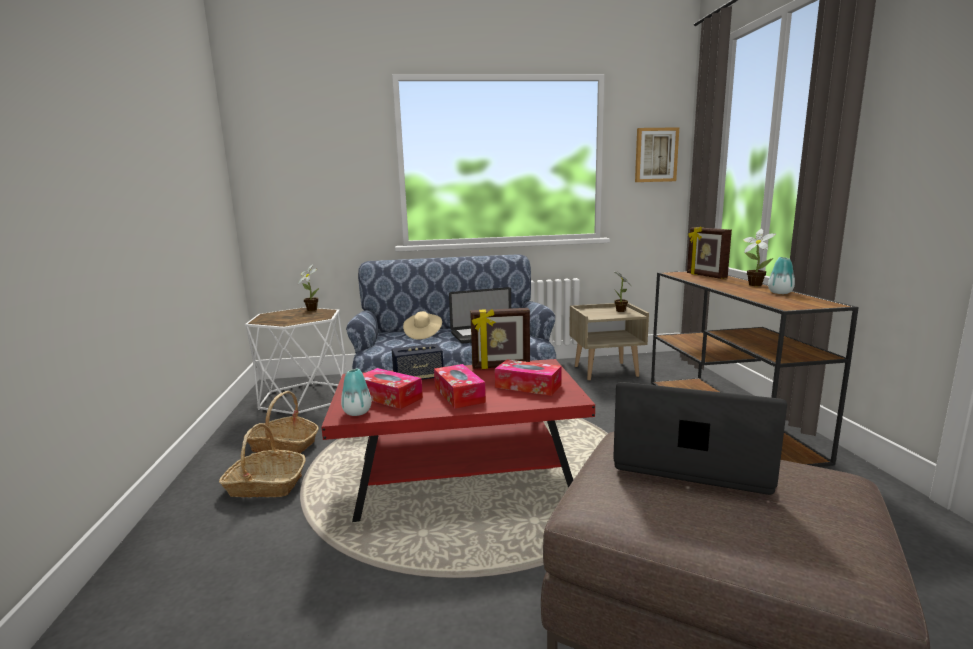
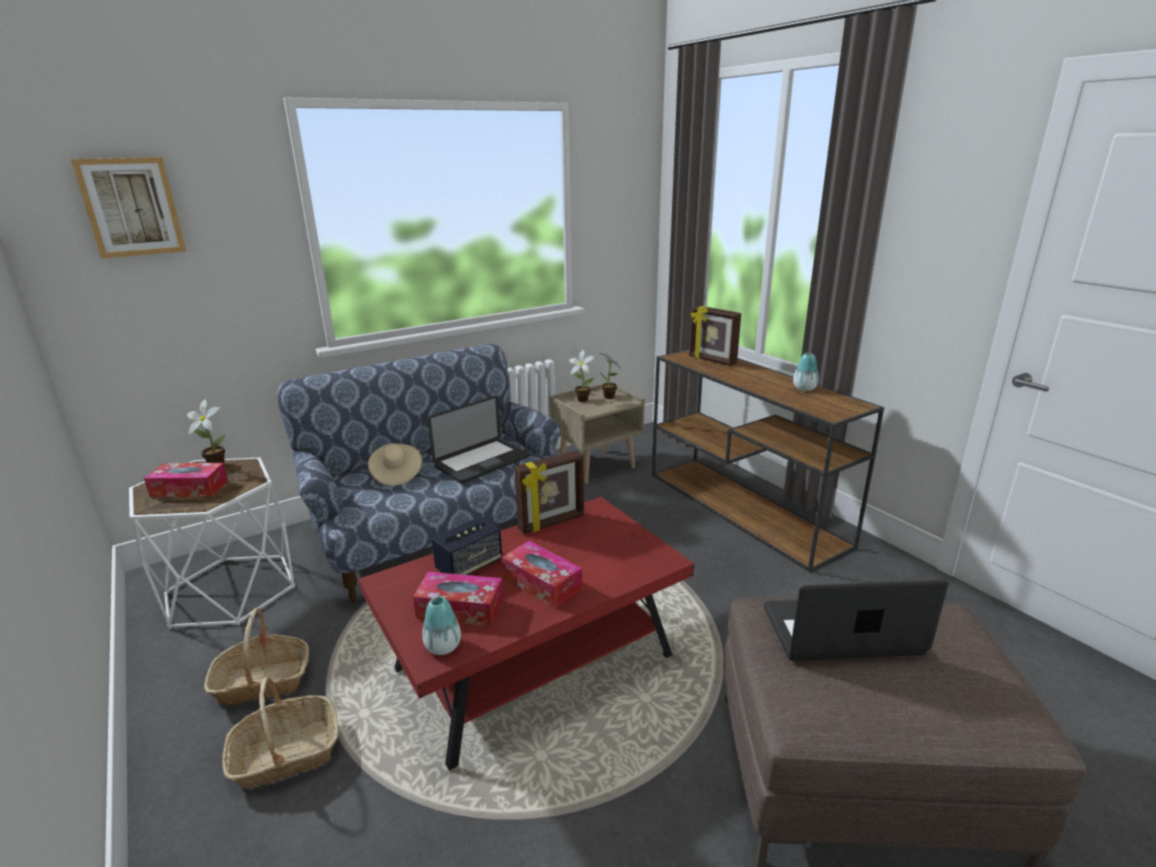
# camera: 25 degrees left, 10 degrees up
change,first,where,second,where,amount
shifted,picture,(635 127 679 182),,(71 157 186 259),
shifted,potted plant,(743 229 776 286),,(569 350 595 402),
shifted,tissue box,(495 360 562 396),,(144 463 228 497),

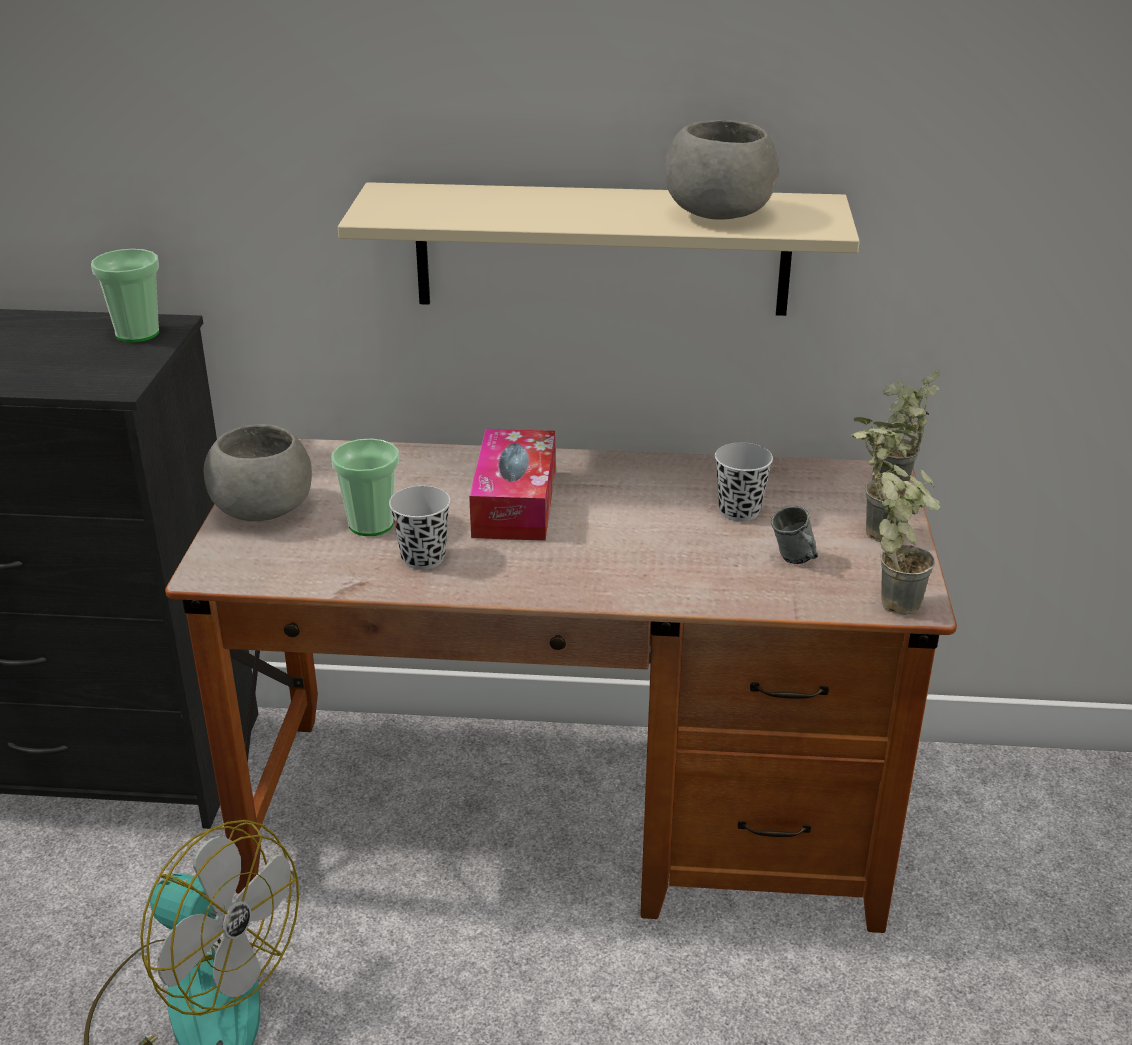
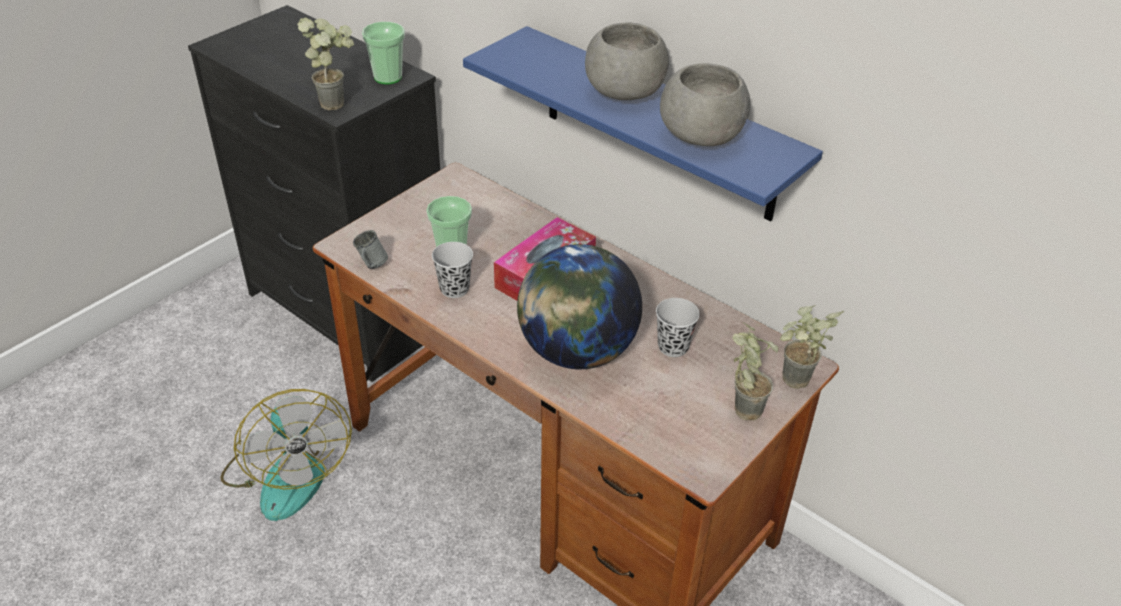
# camera: 35 degrees right, 10 degrees up
change,first,where,second,where,amount
repainted,beige shelf,(338 182 860 316),blue shelf,(463 26 823 221),
shifted,grey bowl,(203 424 312 521),,(585 23 669 100),
shifted,potted plant,(879 470 941 615),,(297 18 354 111),
shifted,grey mug,(771 505 818 564),,(353 230 388 269),
new,,,globe,(517 244 642 369),

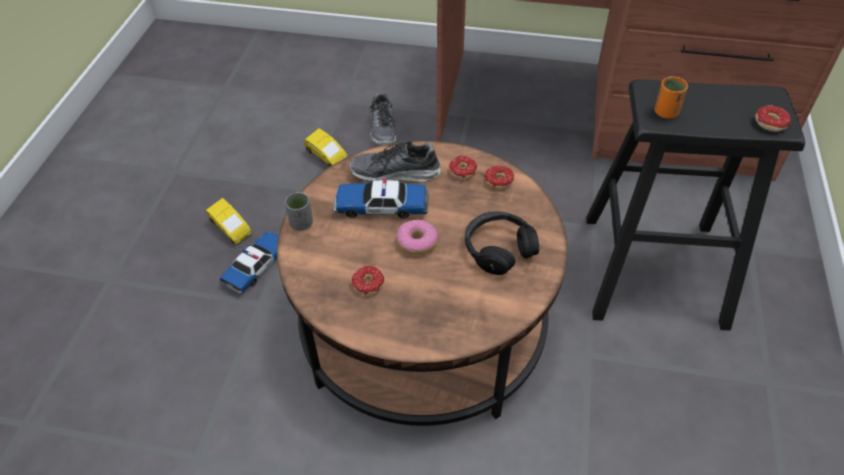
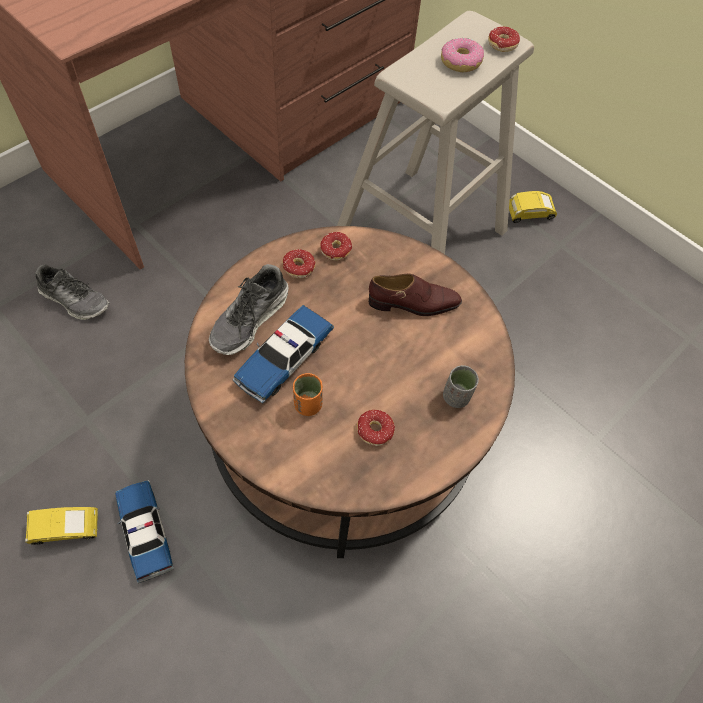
# camera: 60 degrees left, 10 degrees up
change,first,where,second,where,amount
shifted,orange cup,(654 77 688 119),,(293 373 323 416),
repainted,black stool,(586 79 805 331),beige stool,(337 11 534 254),
shifted,yellow toy car,(304 128 348 167),,(509 191 557 223),
shifted,grey cup,(285 192 313 231),,(443 365 479 408),
swapped,black headphones,(465 211 539 275),brown shoe,(369 274 462 316),
shifted,donut,(397 220 439 255),,(441 38 484 72),

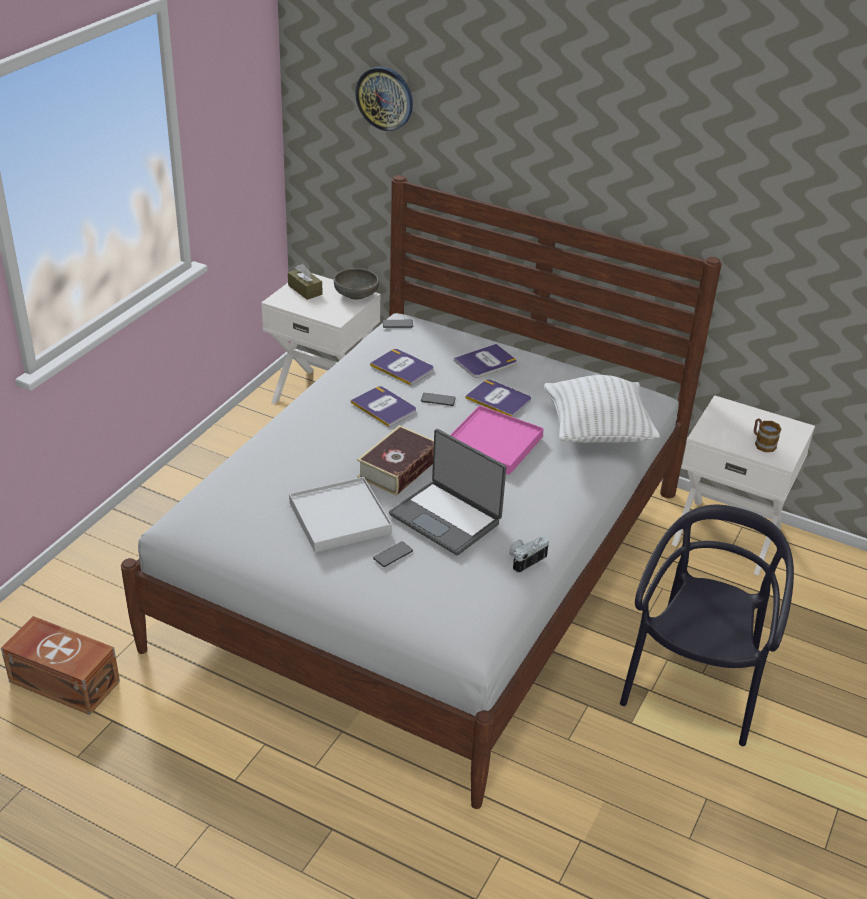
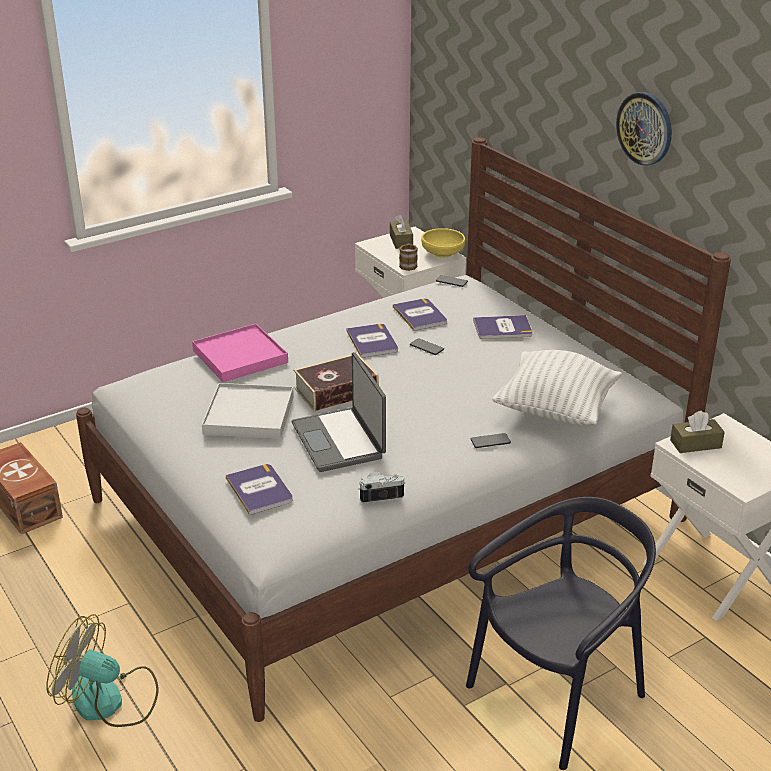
# camera: 30 degrees right, 5 degrees down
change,first,where,second,where,amount
shifted,wall clock,(355 67 413 131),,(616 92 672 166),
repainted,grey bowl,(334 268 379 300),yellow bowl,(421 228 465 258),
shifted,book,(466 379 531 417),,(226 464 293 515),
shifted,pink tray,(450 405 544 475),,(192 324 288 382),
shifted,mug,(754 418 781 452),,(399 243 418 271),
shifted,phone,(373 541 413 567),,(471 433 511 448),
new,,,brown tissue box,(670 411 725 453),
new,,,fan,(46 614 159 727),

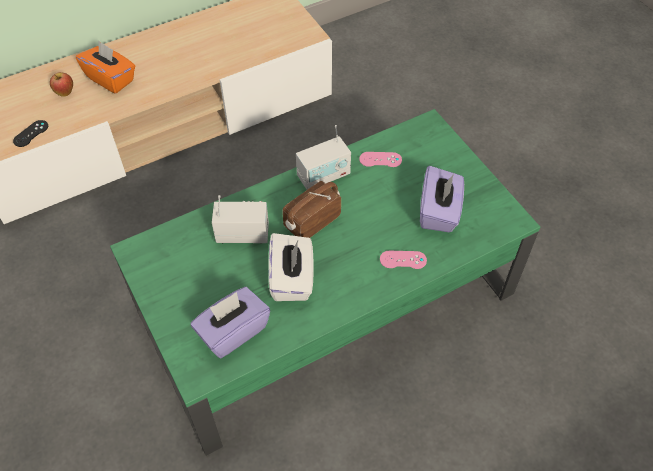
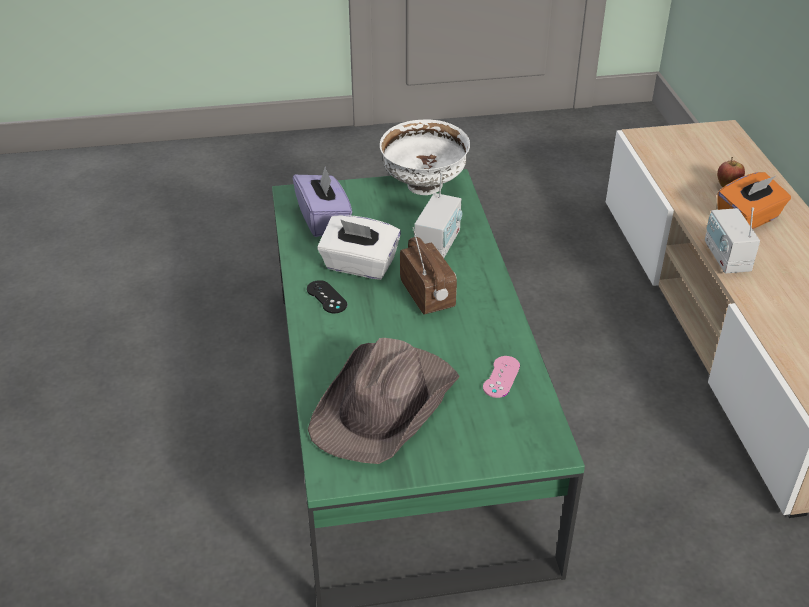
# camera: 110 degrees right, 15 degrees down
change,first,where,second,where,amount
shifted,black game controller,(13 120 48 147),,(307 280 347 313),
shifted,radio,(296 125 351 190),,(705 207 760 273),
swapped,purple tissue box,(420 166 464 232),brown hat,(308 338 460 464),
gone,pink game controller,(380 251 427 269),,,
new,,,white bowl,(380 120 470 195),

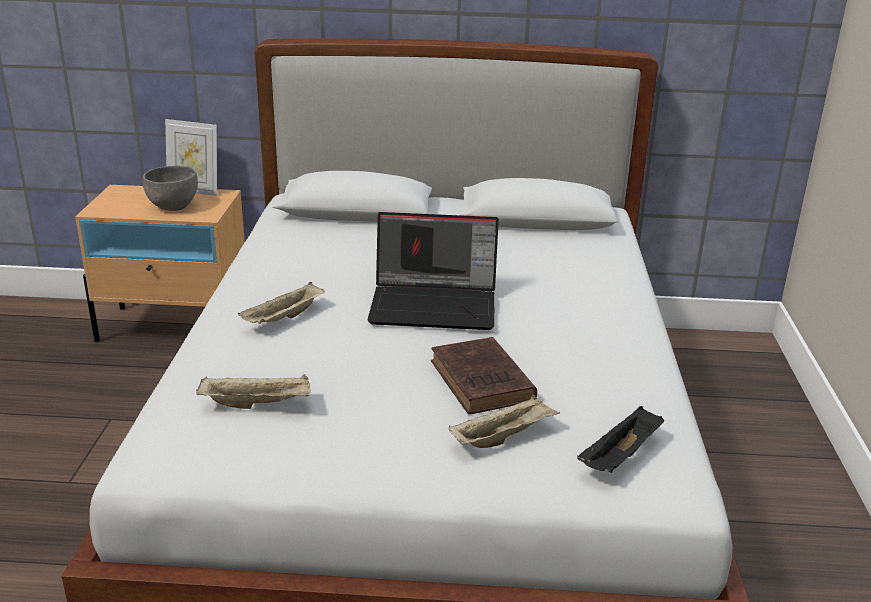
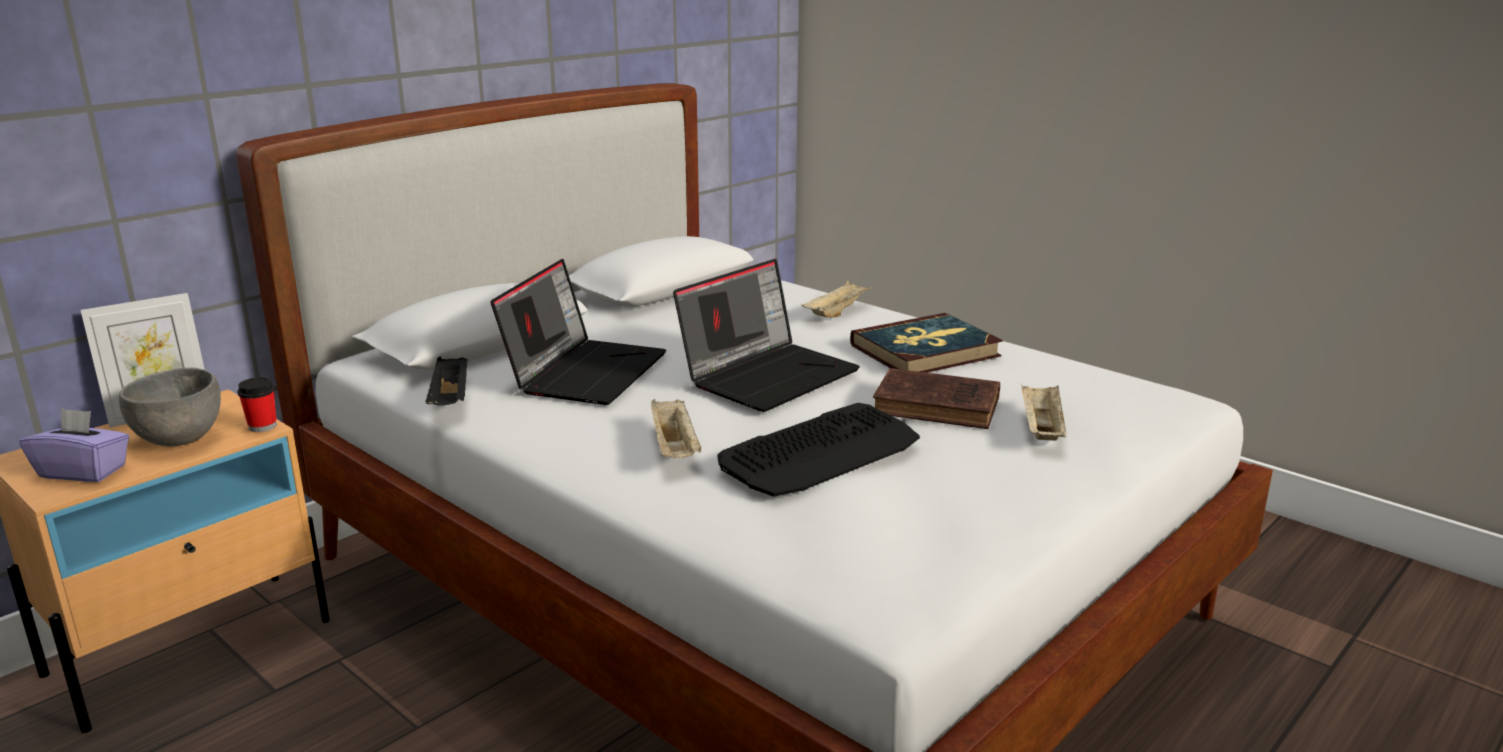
# camera: 50 degrees left, 5 degrees down
change,first,where,second,where,amount
shifted,beige tray,(196 374 311 409),,(801 281 874 318),
shifted,black tray,(577 406 665 473),,(426 357 468 405),
new,,,laptop,(491 259 666 405),
new,,,book,(850 313 1003 373),
new,,,cup,(237 377 277 432),
new,,,keyboard,(717 403 920 497),
new,,,purple tissue box,(19 408 129 482),

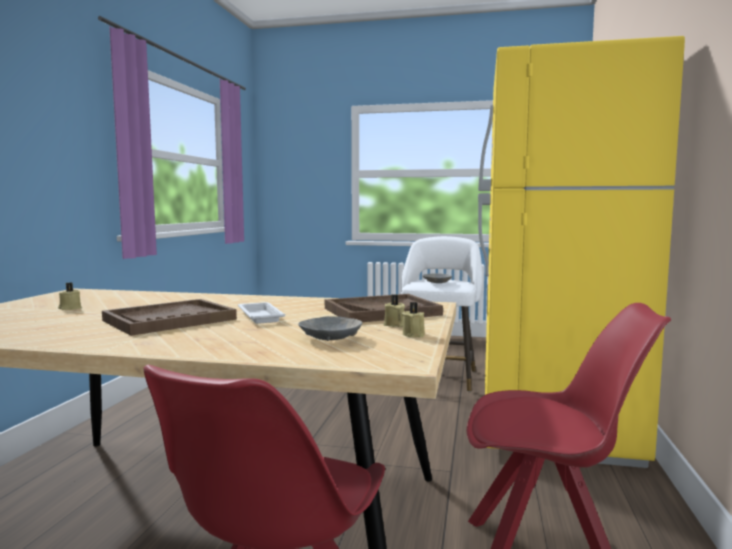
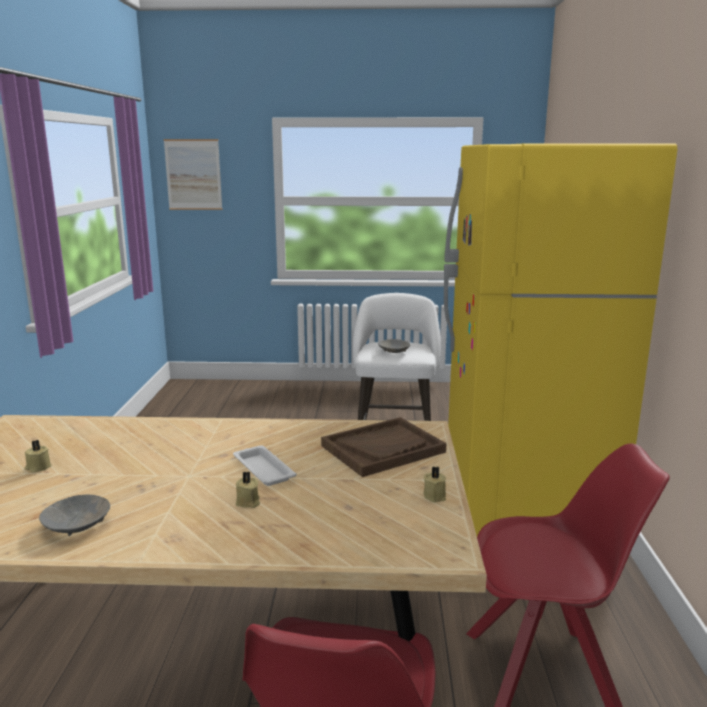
# camera: 10 degrees left, 10 degrees up
change,first,where,second,where,amount
shifted,beige candle,(383 295 405 327),,(236 471 260 508),
gone,brown tray,(102 299 237 336),,,
shifted,grey bowl,(298 316 363 341),,(39 495 110 536),
new,,,picture,(164 139 222 210),

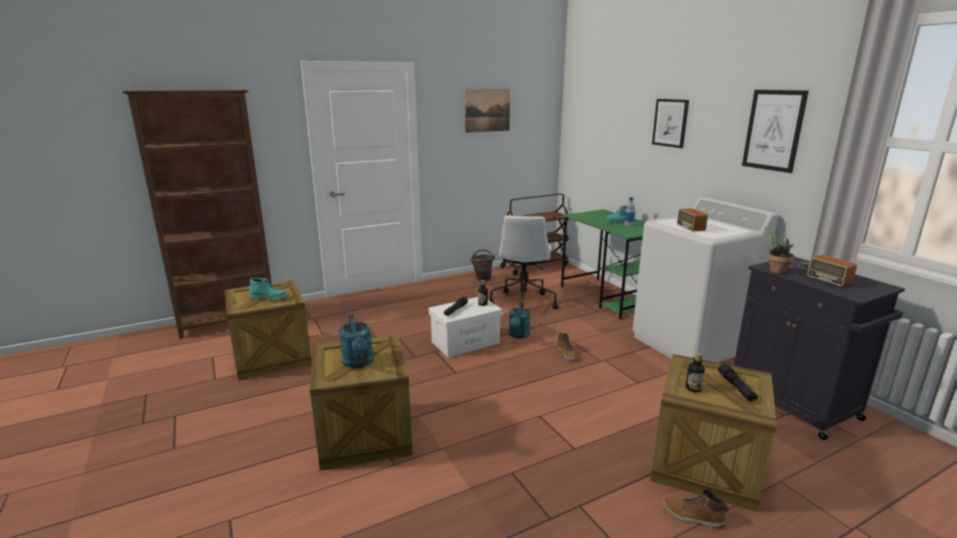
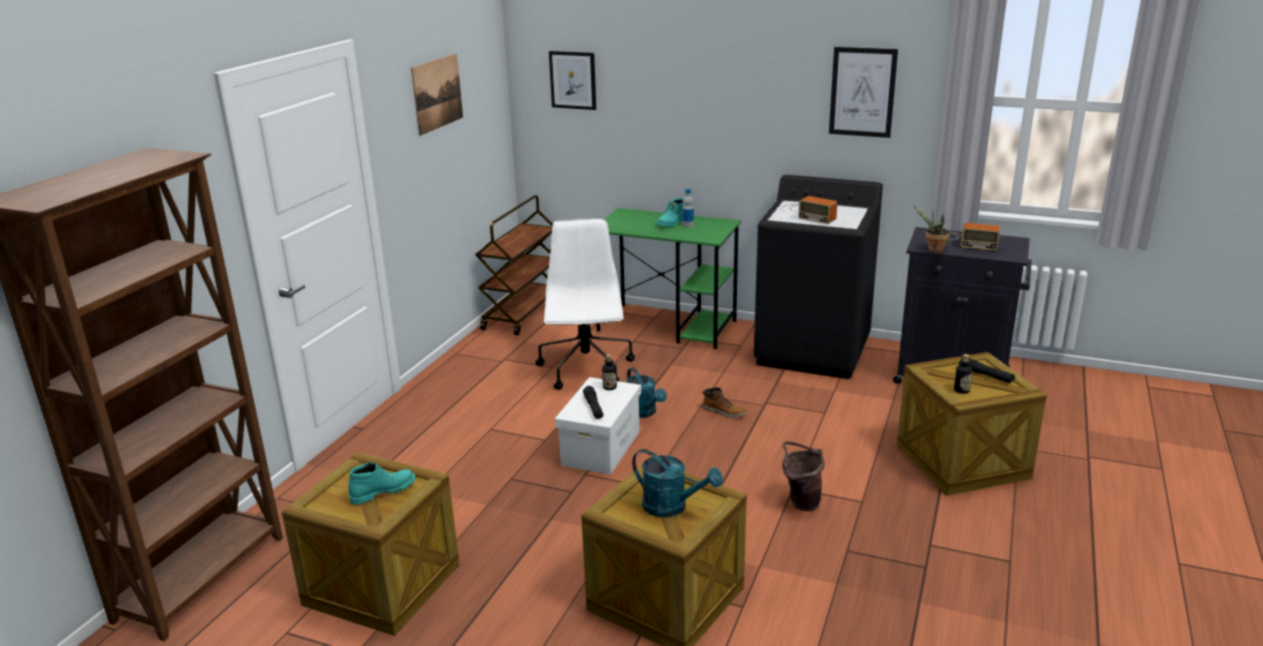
# camera: 40 degrees left, 5 degrees up
change,first,where,second,where,amount
shifted,picture,(652 99 689 148),,(549 51 596 110),
repainted,white washing machine,(633 197 778 363),black washing machine,(754 175 883 379),
rotated,white office chair,(489 215 559 309),,(535 219 635 390),150 degrees counterclockwise
shifted,brown bucket,(470 250 495 282),,(782 441 825 511),
gone,boot,(663 490 729 528),,,

